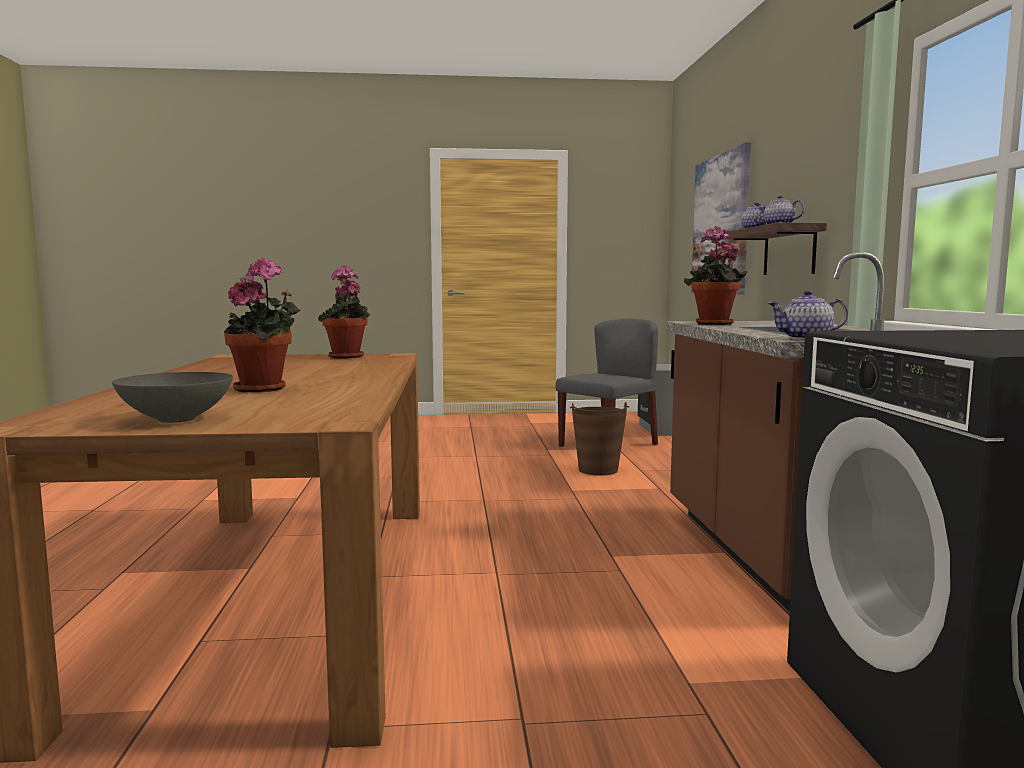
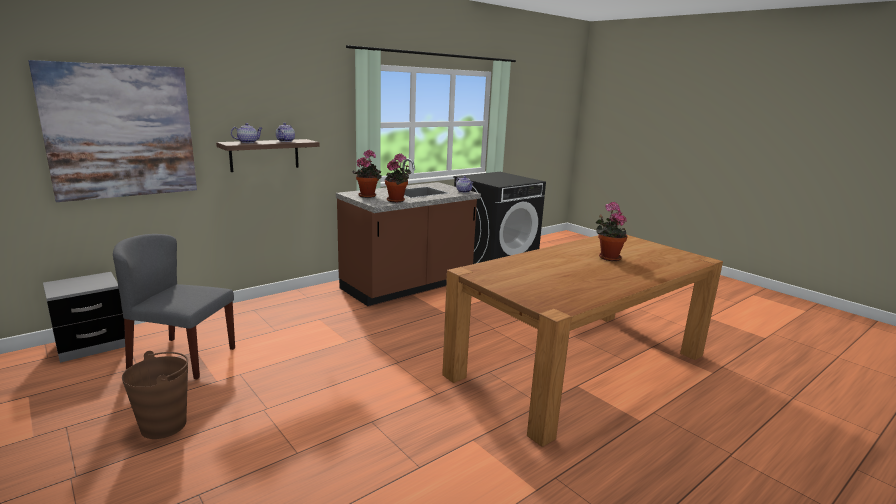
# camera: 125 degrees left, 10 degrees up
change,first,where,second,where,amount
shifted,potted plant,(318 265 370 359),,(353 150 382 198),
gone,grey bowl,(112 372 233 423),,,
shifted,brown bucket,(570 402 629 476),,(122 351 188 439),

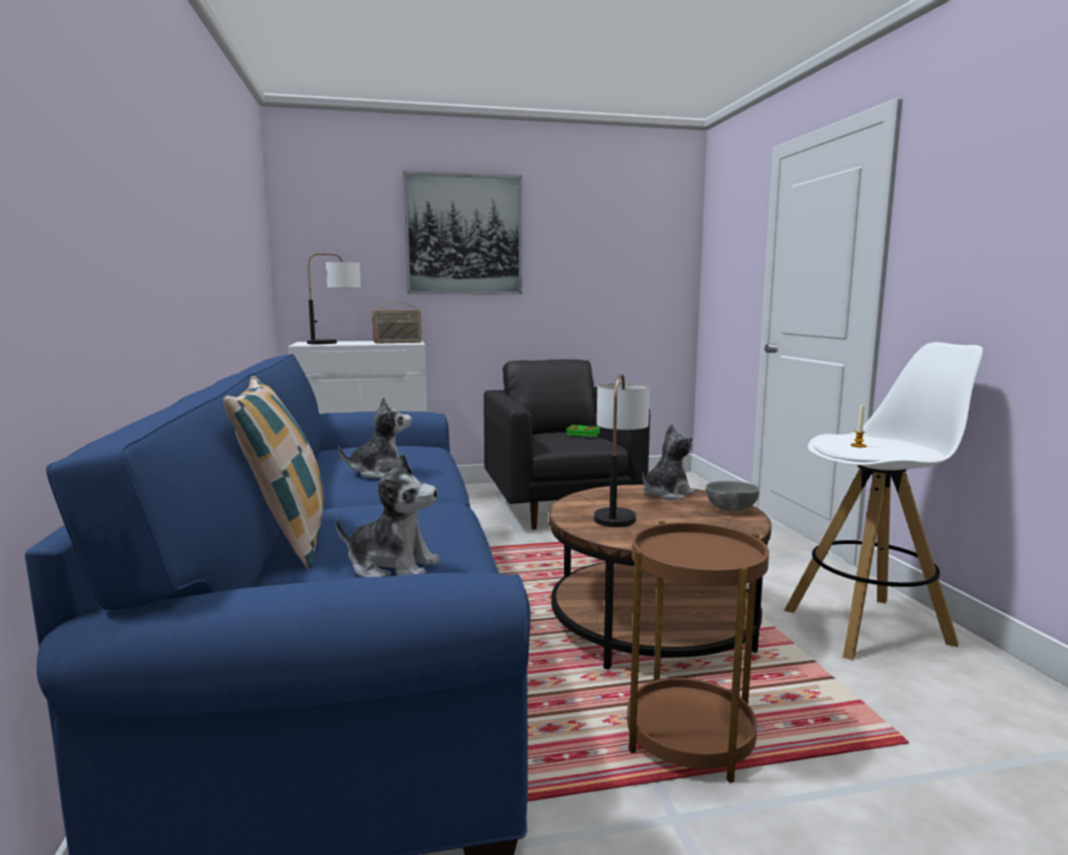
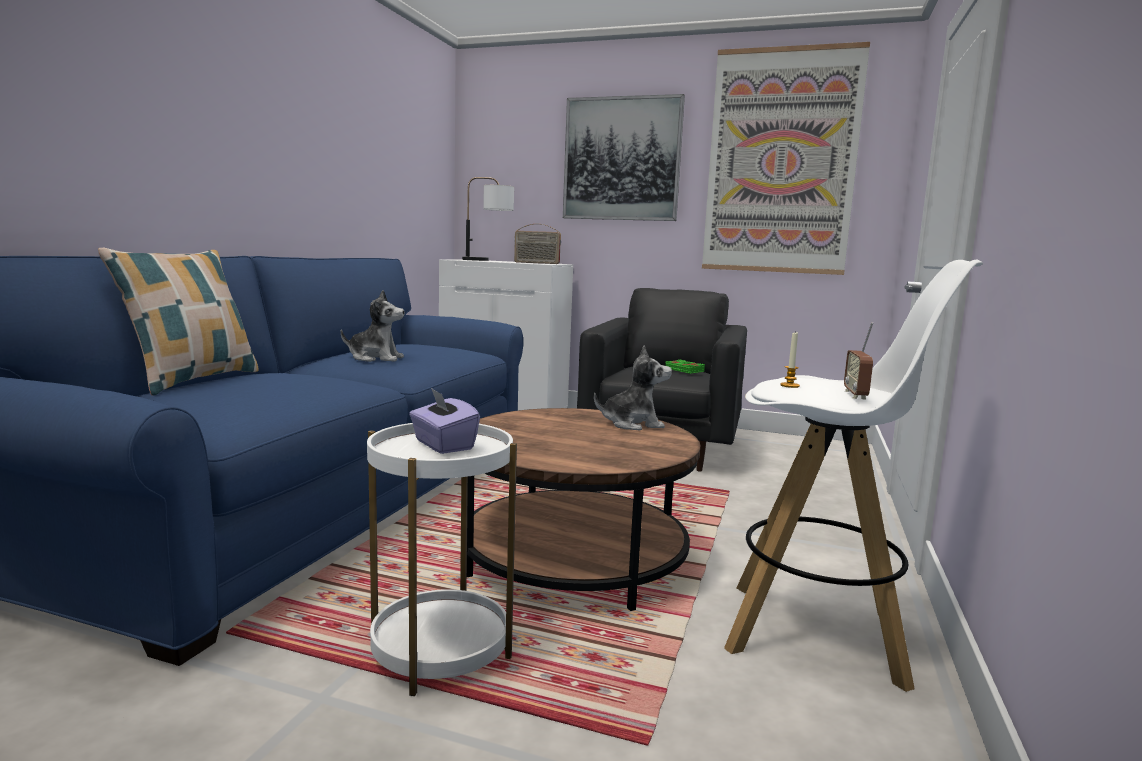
# camera: 30 degrees right, 0 degrees up
change,first,where,second,where,amount
gone,table lamp,(594 374 650 527),,,
gone,plush toy,(335 453 440 577),,,
gone,grey bowl,(706 481 759 511),,,
repainted,brown side table,(627 521 769 783),white side table,(367 423 517 696),
new,,,picture,(702 42 870 275),
new,,,radio,(844 322 873 399),
new,,,purple tissue box,(409 388 480 454),

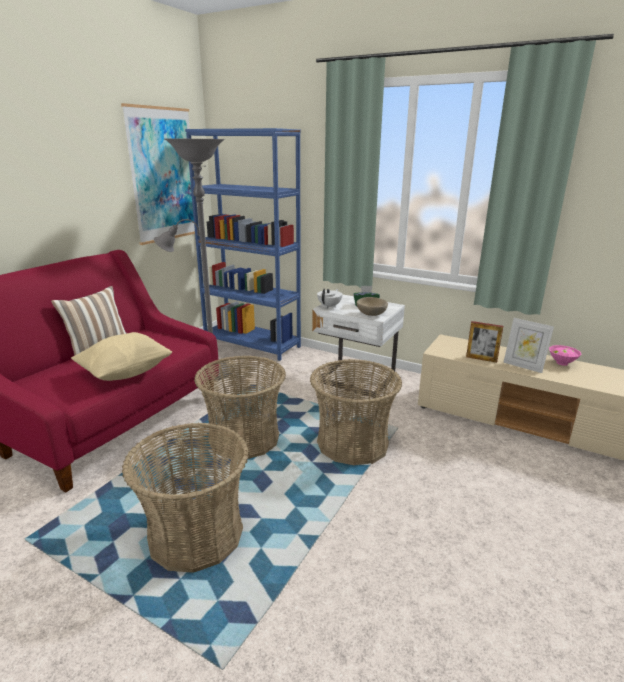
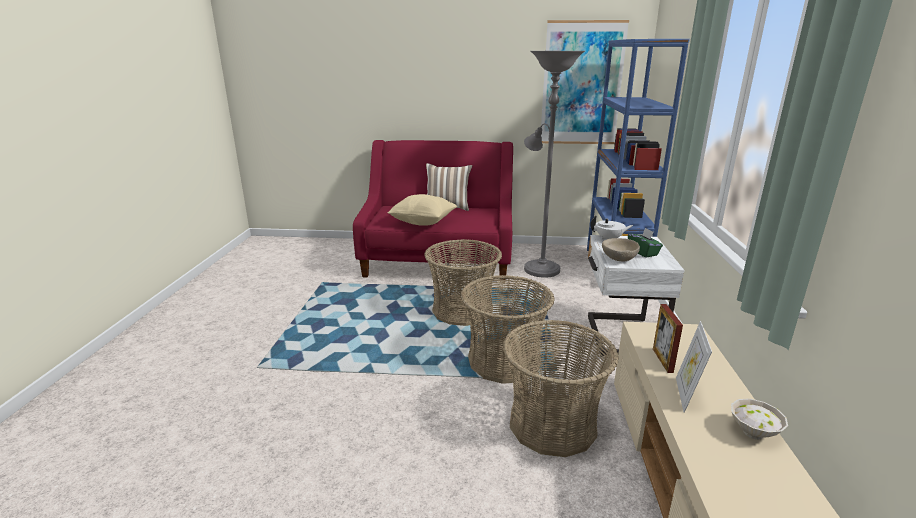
# camera: 65 degrees right, 0 degrees up
change,first,where,second,where,amount
repainted,pink bowl,(549 345 582 366),white bowl,(731 398 788 440),
shifted,basket,(122 423 249 573),,(503 320 619 457),

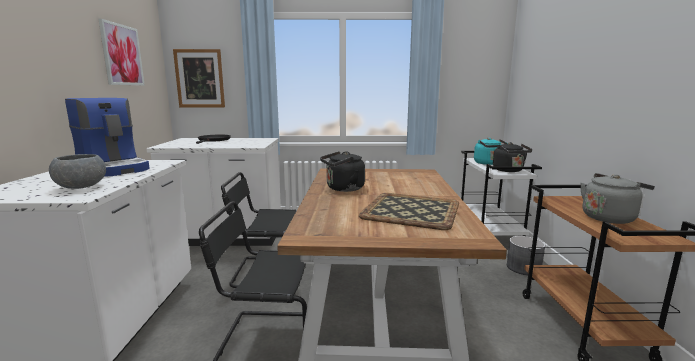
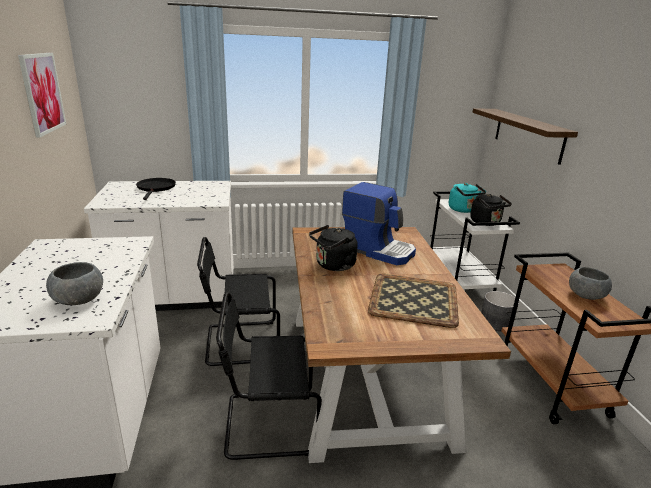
# camera: 10 degrees left, 10 degrees up
change,first,where,second,where,amount
gone,picture,(173 49 225 107),,,
shifted,coffee machine,(65 98 150 177),,(342 182 416 265),
swapped,grey kettle,(580 173 655 224),grey bowl,(569 267 612 300),
new,,,shelf,(472 108 578 165),

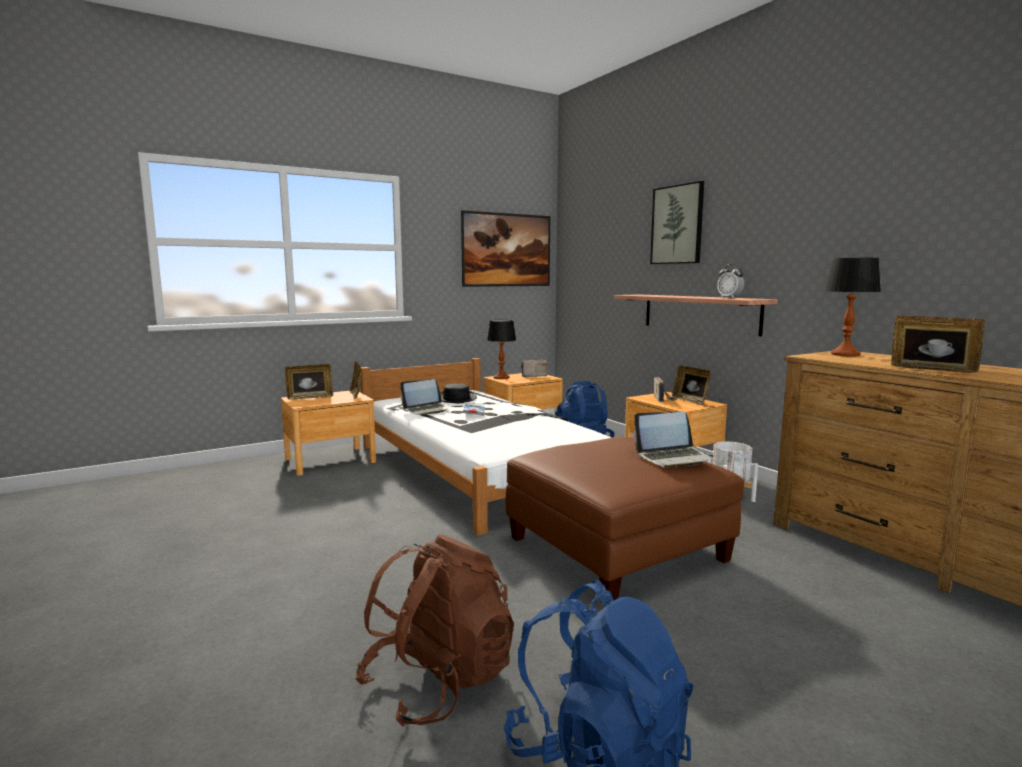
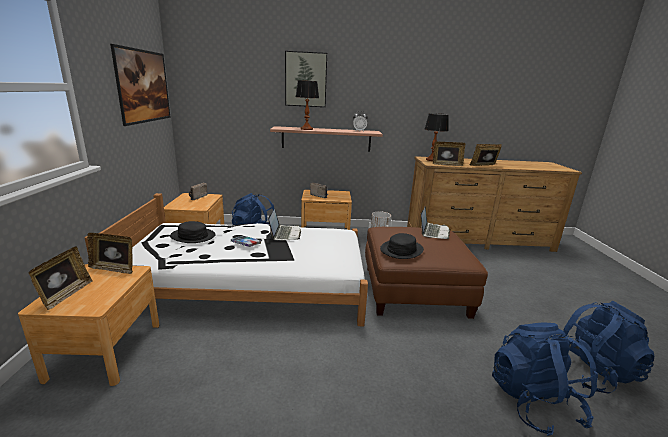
# camera: 60 degrees left, 10 degrees up
change,first,where,second,where,amount
shifted,table lamp,(487 320 516 379),,(296 80 319 130),
shifted,picture frame,(672 365 711 405),,(433 141 465 166),
shifted,laptop,(400 379 453 415),,(268 209 301 241),
repainted,brown backpack,(355 534 514 727),blue backpack,(492 322 598 436),
new,,,black hat,(380 233 424 259),

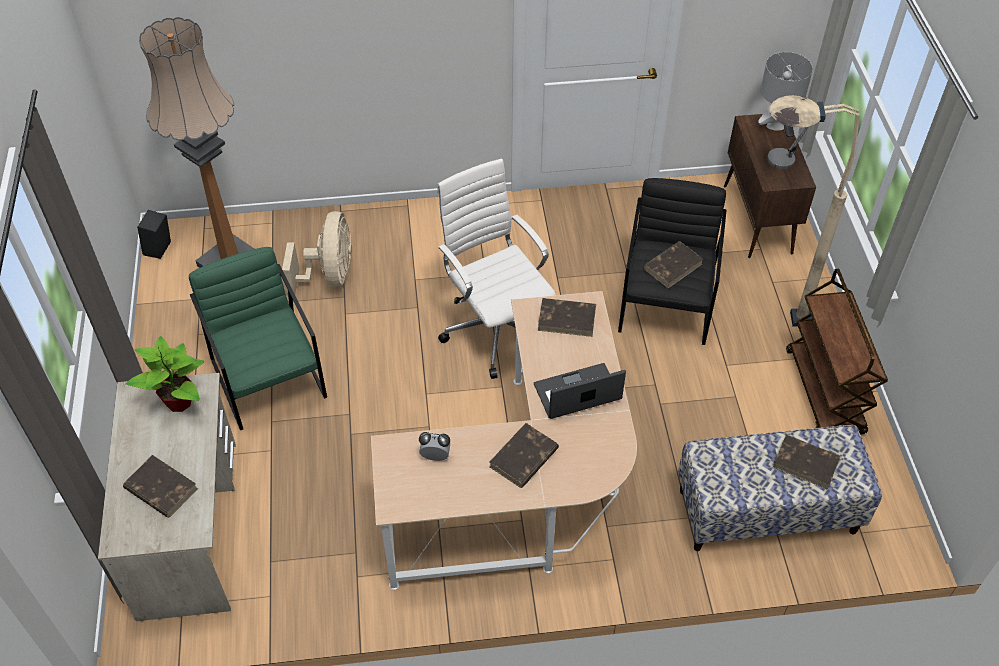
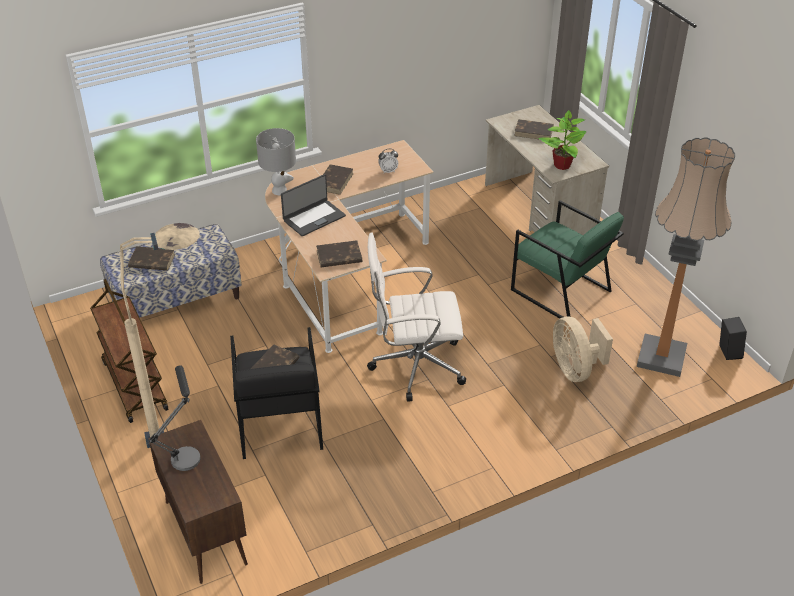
# camera: 160 degrees right, 10 degrees down
change,first,where,second,where,amount
shifted,grey table lamp,(758 52 813 131),,(256 128 296 195),
rotated,white office chair,(437 159 556 379),,(367 232 466 402),135 degrees clockwise

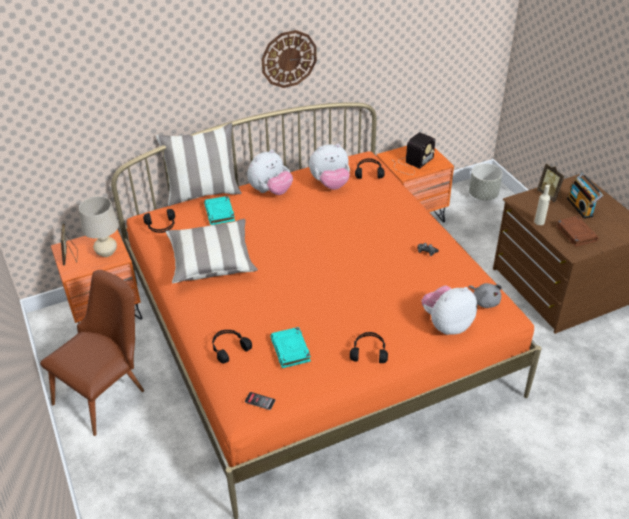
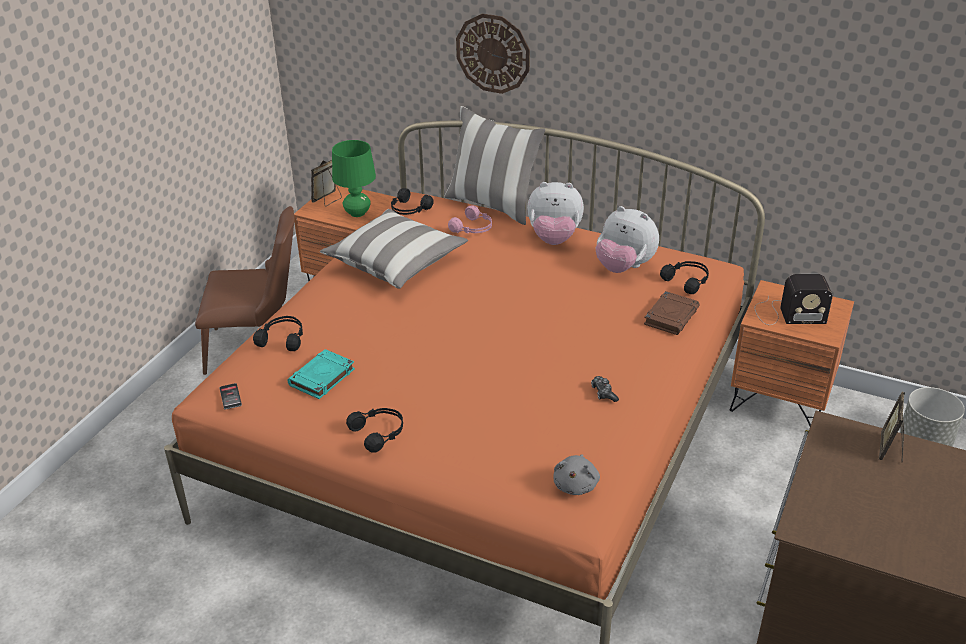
# camera: 50 degrees right, 5 degrees down
change,first,where,second,where,amount
shifted,wall clock,(261 30 317 88),,(456 13 530 94),
gone,radio,(567 173 603 219),,,
gone,beige bottle,(534 185 550 225),,,
repainted,beige table lamp,(79 196 119 257),green table lamp,(332 140 376 217),
swapped,turquoise book,(204 196 235 225),pink headphones,(448 205 492 234),
shifted,brown book,(556 216 599 247),,(644 291 700 335),
gone,plush toy,(421 285 477 335),,,

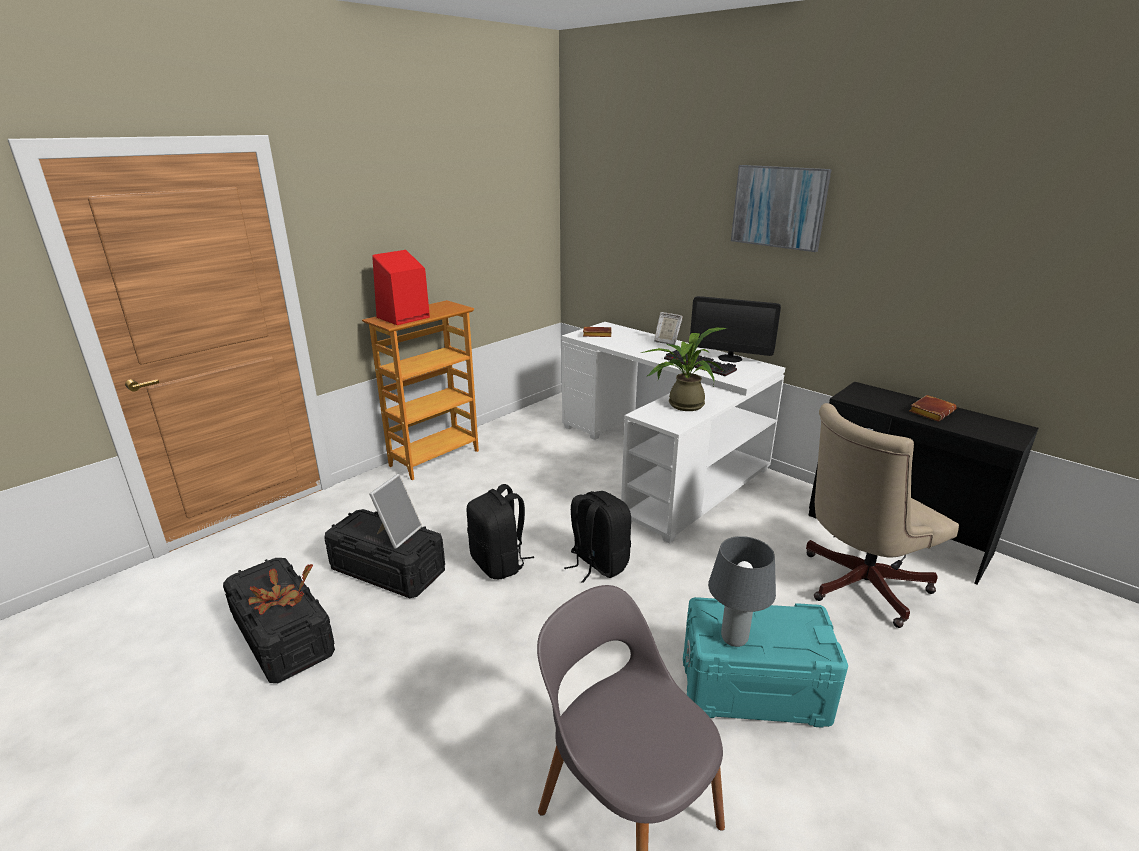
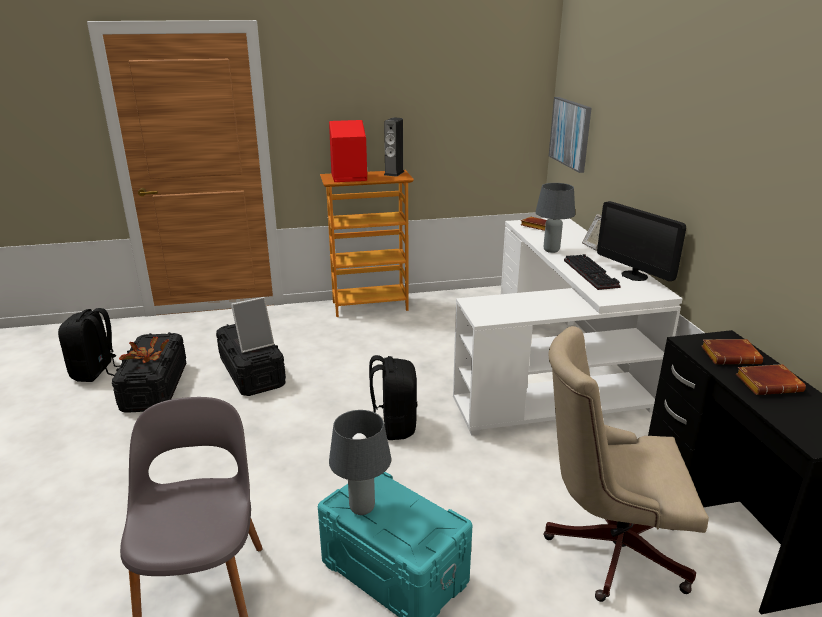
# camera: 35 degrees right, 0 degrees up
change,first,where,second,where,amount
shifted,picture,(731 165 831 252),,(549 97 592 173),
gone,potted plant,(640 328 727 411),,,
shifted,black backpack,(466 484 534 579),,(58 308 119 382),
new,,,speaker,(384 117 404 177),
new,,,grey table lamp,(535 183 575 253),
new,,,brown book,(701 339 763 365),

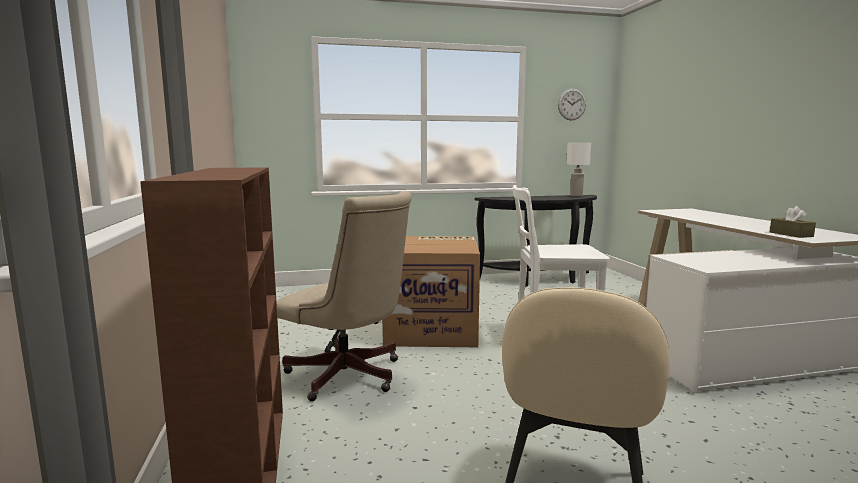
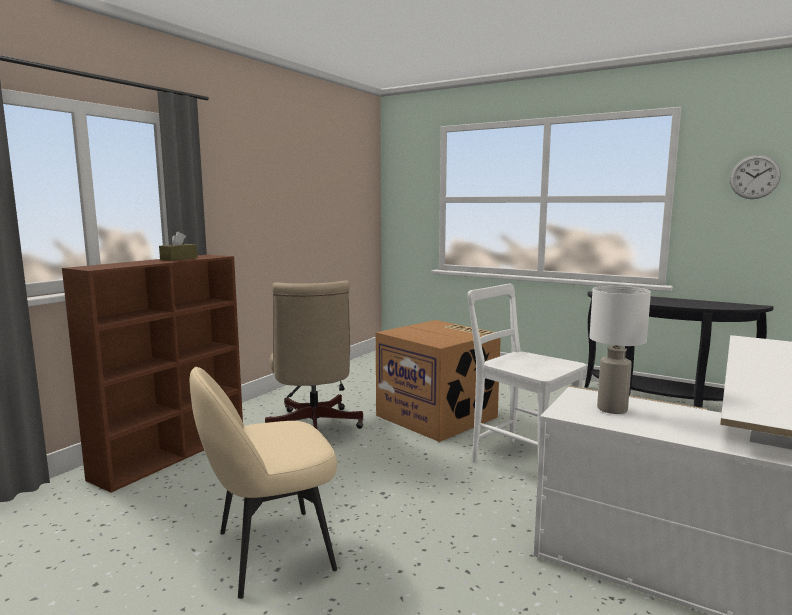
# camera: 45 degrees right, 0 degrees up
change,first,where,second,where,amount
shifted,white table lamp,(566 143 591 197),,(589 286 651 414),
shifted,brown tissue box,(770 206 816 238),,(159 232 197 261),

